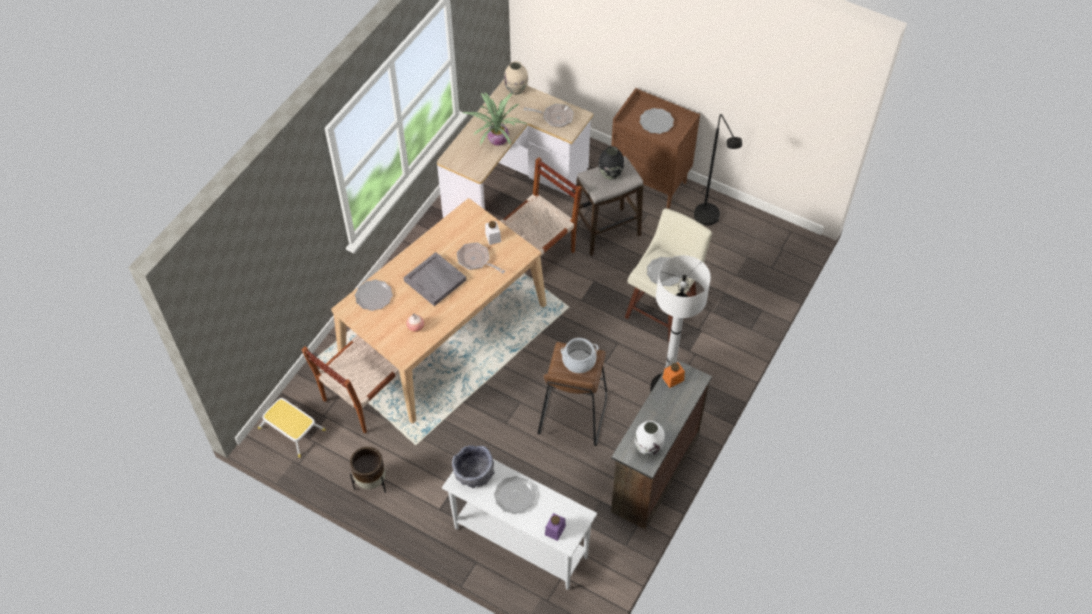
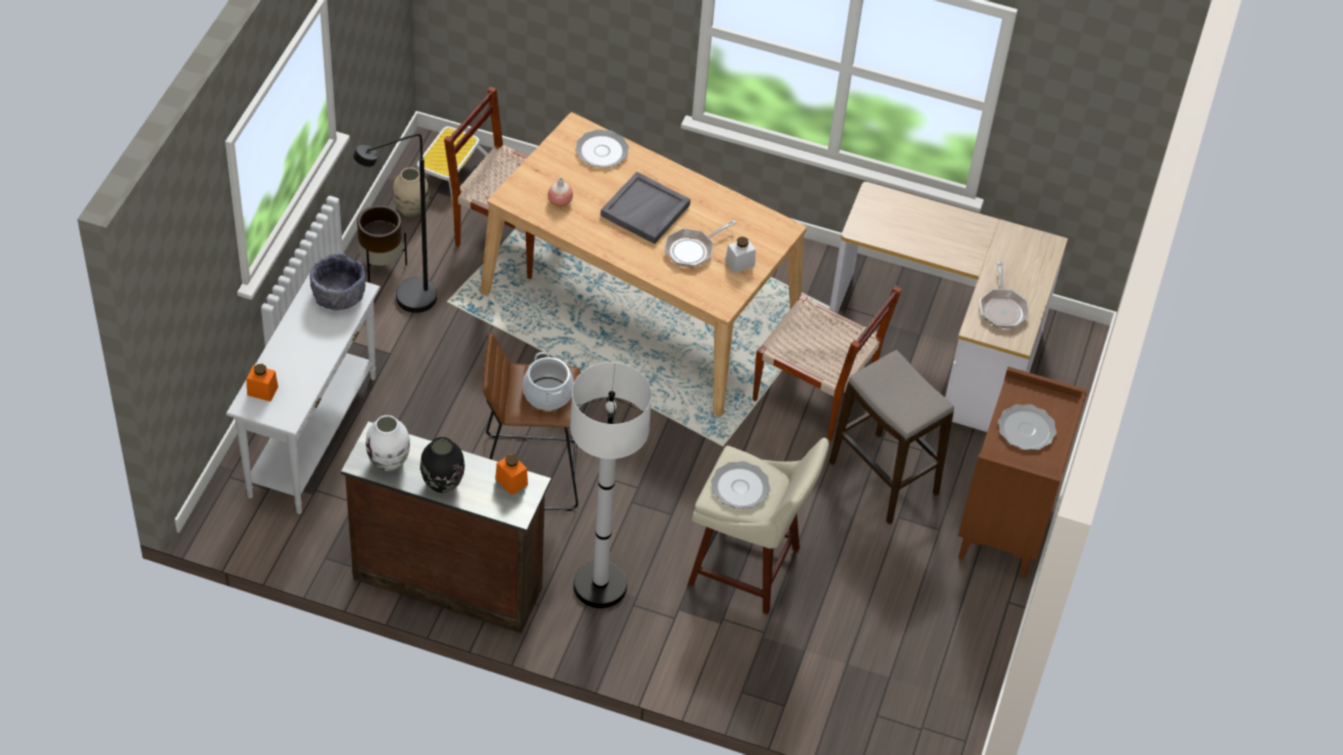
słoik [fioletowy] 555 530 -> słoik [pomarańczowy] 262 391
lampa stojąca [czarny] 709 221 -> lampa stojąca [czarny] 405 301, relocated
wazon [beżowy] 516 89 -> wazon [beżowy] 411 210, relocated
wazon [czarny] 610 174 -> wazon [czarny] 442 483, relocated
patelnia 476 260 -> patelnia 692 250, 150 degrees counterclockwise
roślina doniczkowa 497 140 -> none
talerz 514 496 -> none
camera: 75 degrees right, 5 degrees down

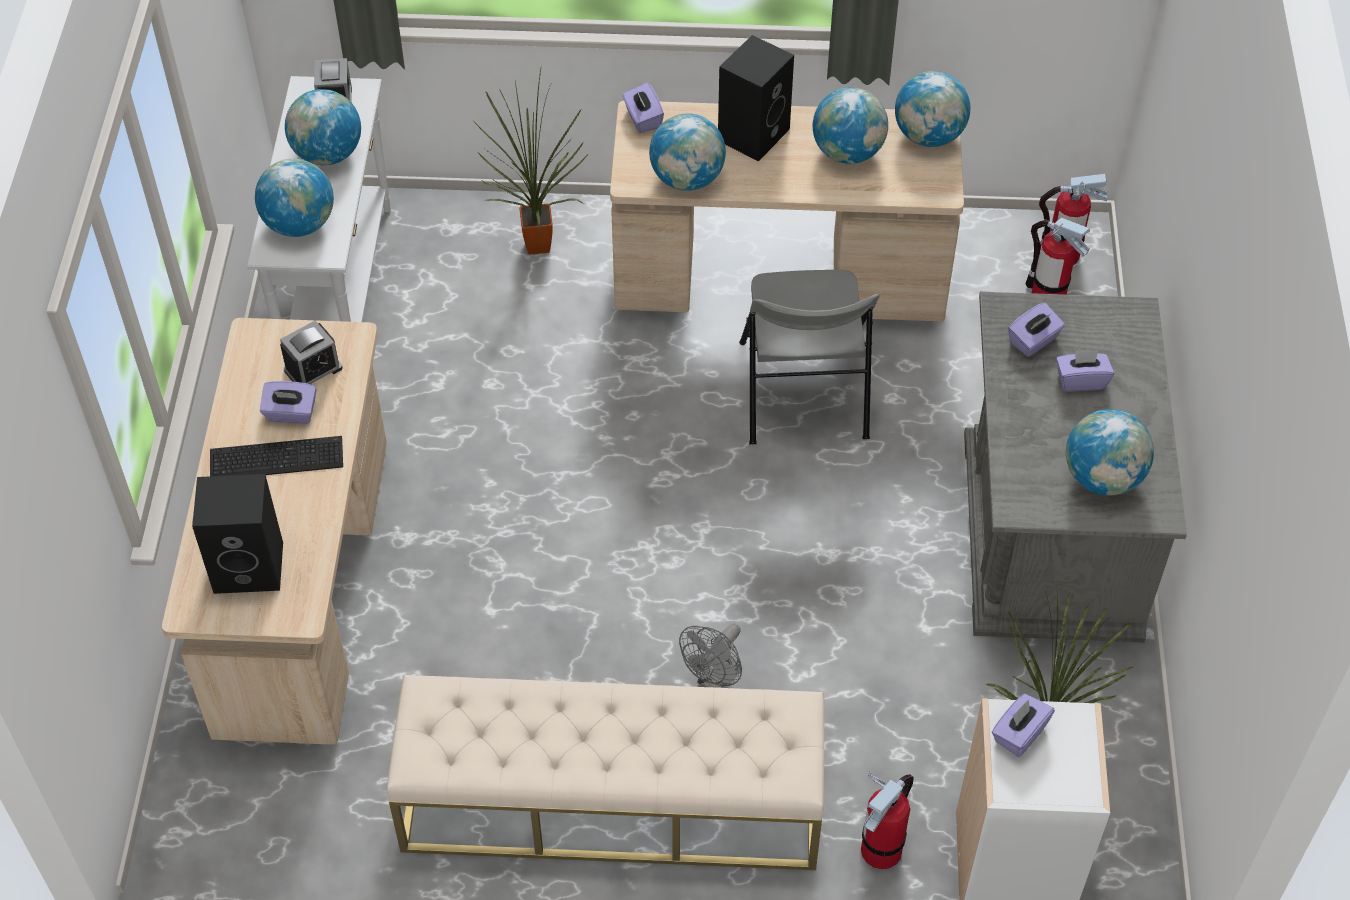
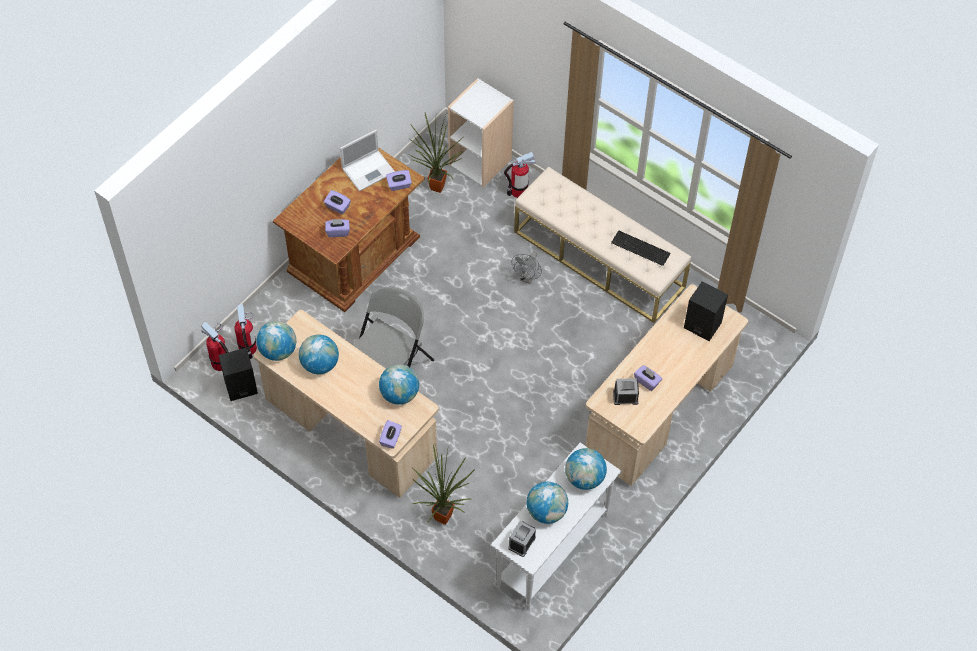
głośnik [czarny] 753 133 -> głośnik [czarny] 240 388, relocated
szafka [szary] 1048 534 -> szafka [brązowy] 354 254
globus 1102 478 -> laptop 369 170
pudełko chusteczek [fioletowy] 1019 734 -> pudełko chusteczek [fioletowy] 399 185, relocated
wentylator [szary] 715 680 -> wentylator [szary] 527 278, 135 degrees clockwise
klawiatura 275 456 -> klawiatura 640 249, relocated
camera: 145 degrees left, 5 degrees up

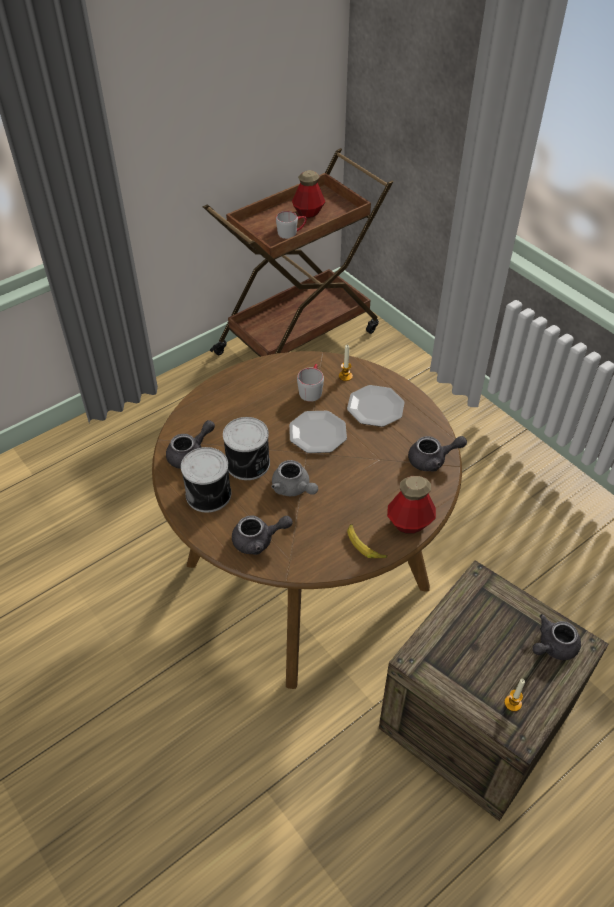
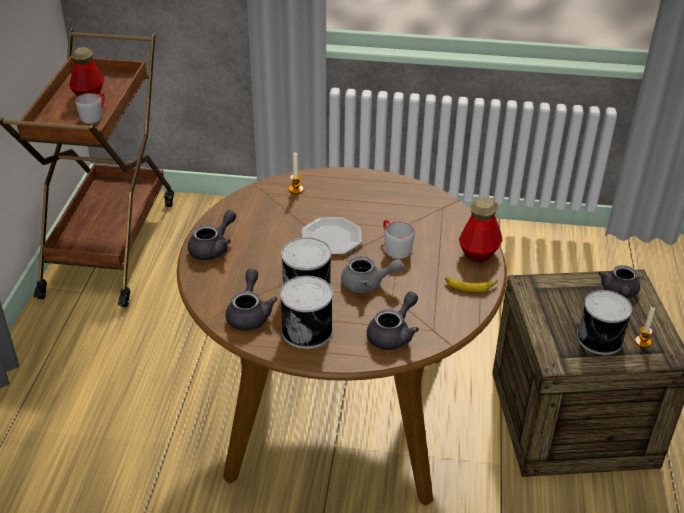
imbryk [szary] 432 460 -> imbryk [szary] 213 248, relocated
kubek [szary] 311 389 -> kubek [szary] 394 247, relocated
none -> puszka 601 339
talerz 376 407 -> none
camera: 45 degrees left, 10 degrees down

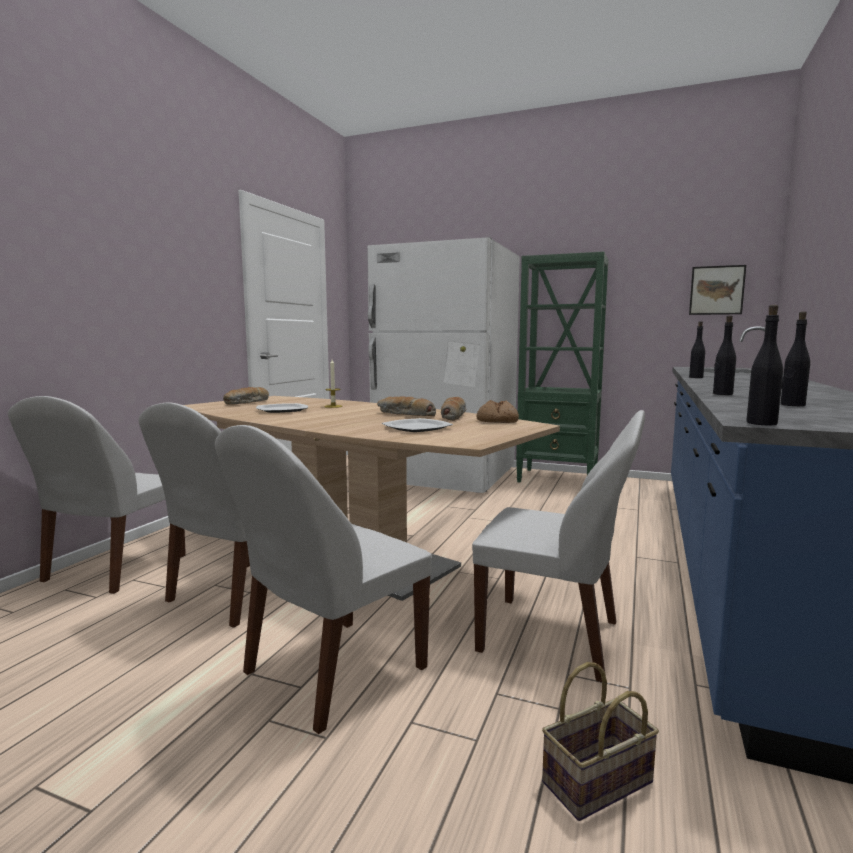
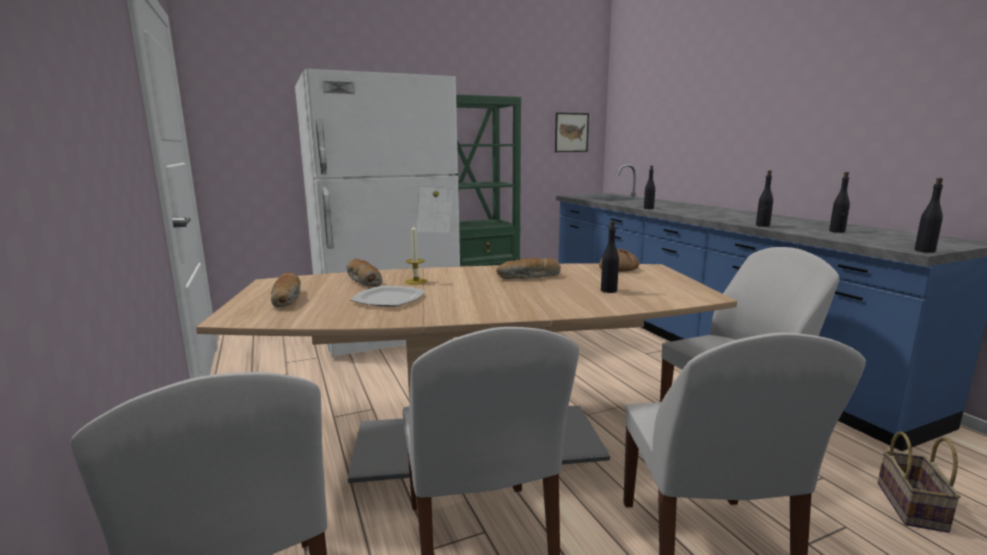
chleb 453 416 -> chleb 362 280, relocated
talerz 416 428 -> butelka [czarny] 608 290
camera: 45 degrees left, 5 degrees up

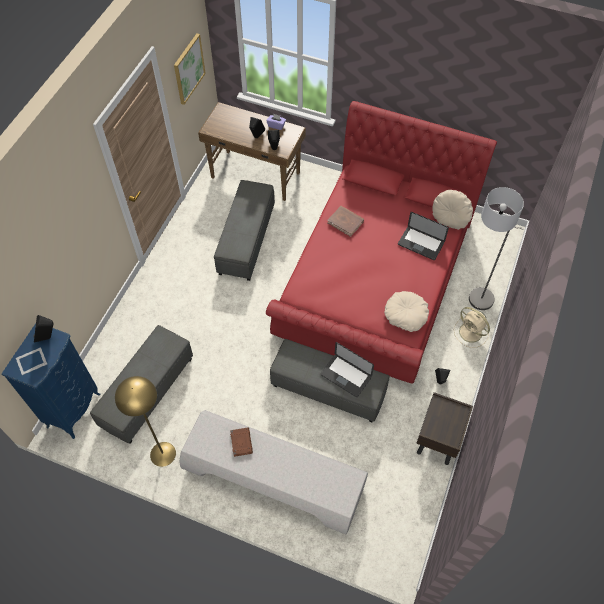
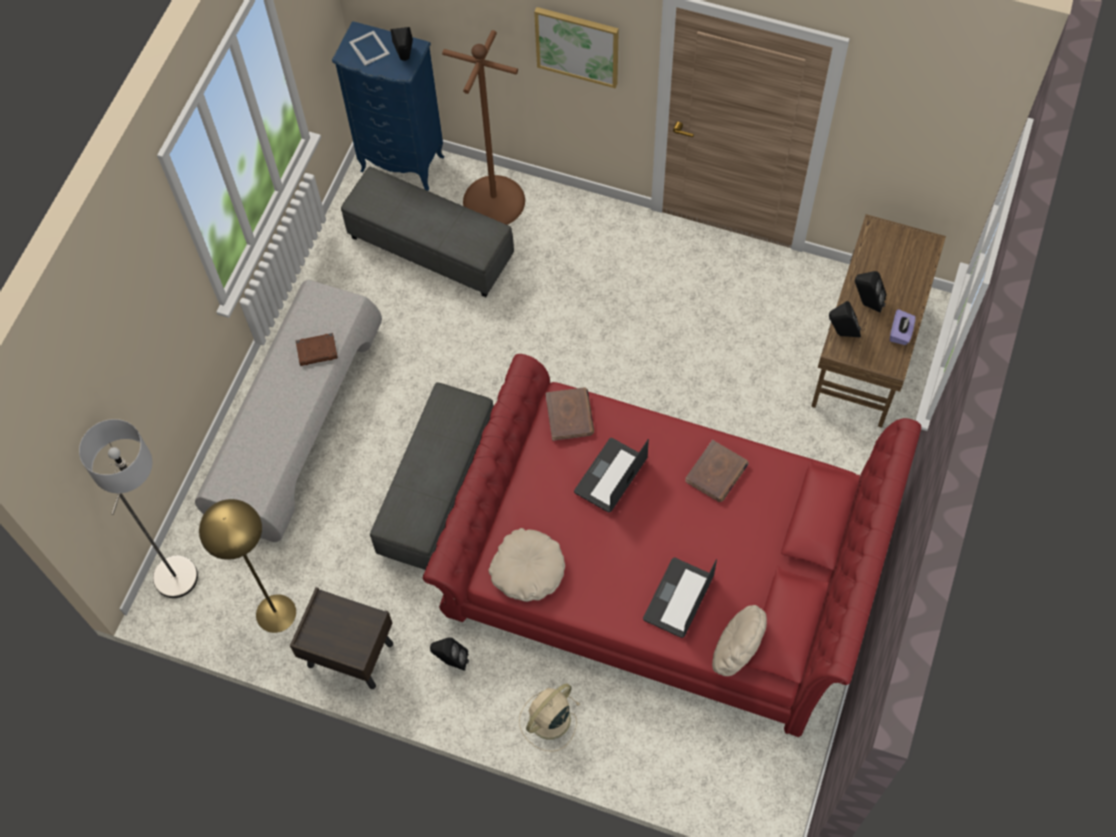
lampa stojąca [szary] 473 298 -> lampa stojąca [szary] 180 565, relocated
lampa stojąca [żółty] 162 454 -> lampa stojąca [żółty] 275 613, relocated
none -> wieszak [brązowy] 494 201
obraz 188 69 -> obraz 577 46, relocated
none -> książka [brązowy] 570 415
laptop 345 376 -> laptop 610 476, relocated
pufa [szary] 247 240 -> none
camera: 90 degrees right, 5 degrees up

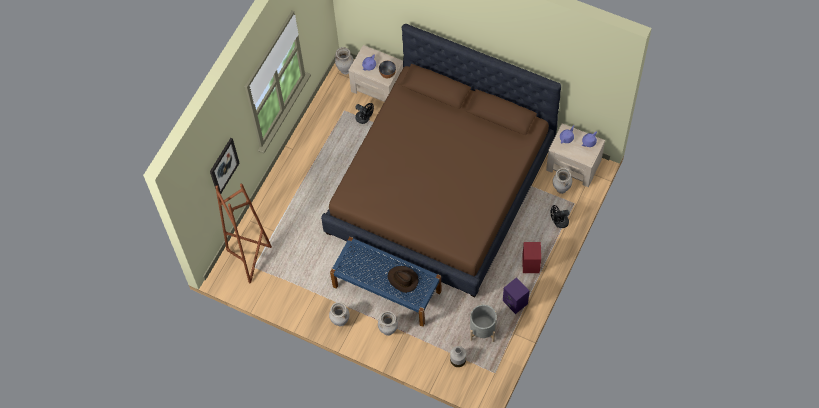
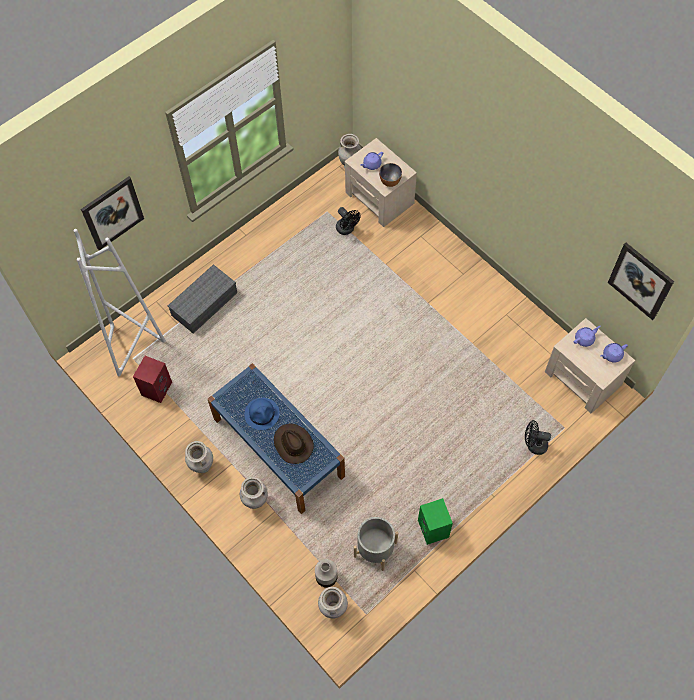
wieszak [brązowy] 249 259 -> wieszak [biały] 132 347
głośnik [czerwony] 530 264 -> głośnik [czerwony] 156 388, relocated
none -> pojemnik do przechowywania [szary] 204 303
none -> kapelusz [niebieski] 262 414
wazon [beżowy] 561 189 -> wazon [beżowy] 333 609, relocated
głośnik [fioletowy] 516 302 -> głośnik [zielony] 434 529
none -> obraz 640 281
łóżko [brązowy] 441 187 -> none
camera: 20 degrees right, 0 degrees up

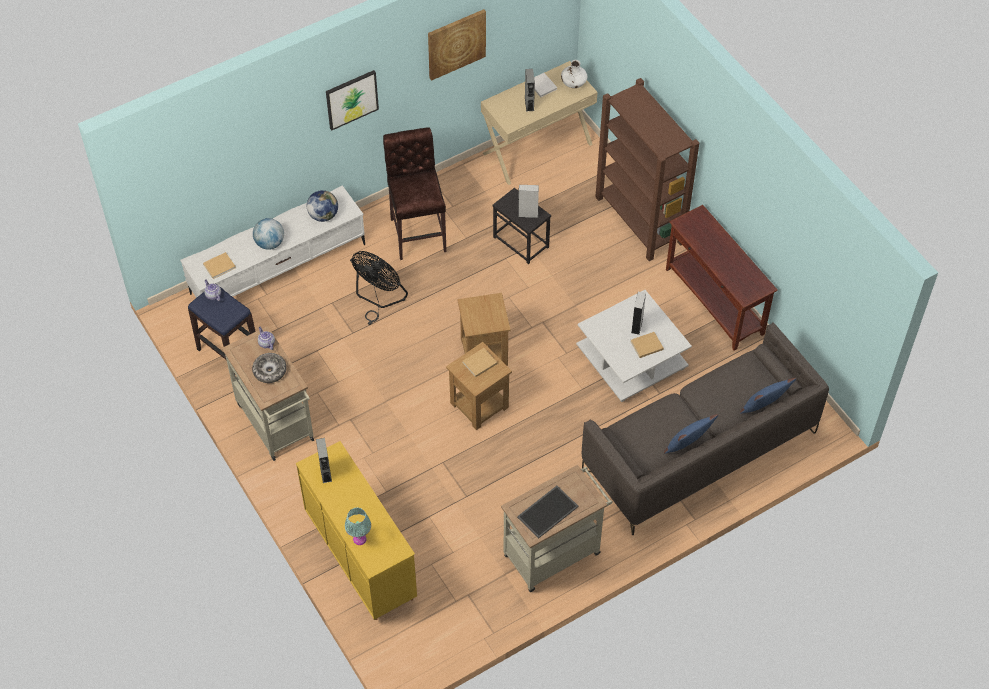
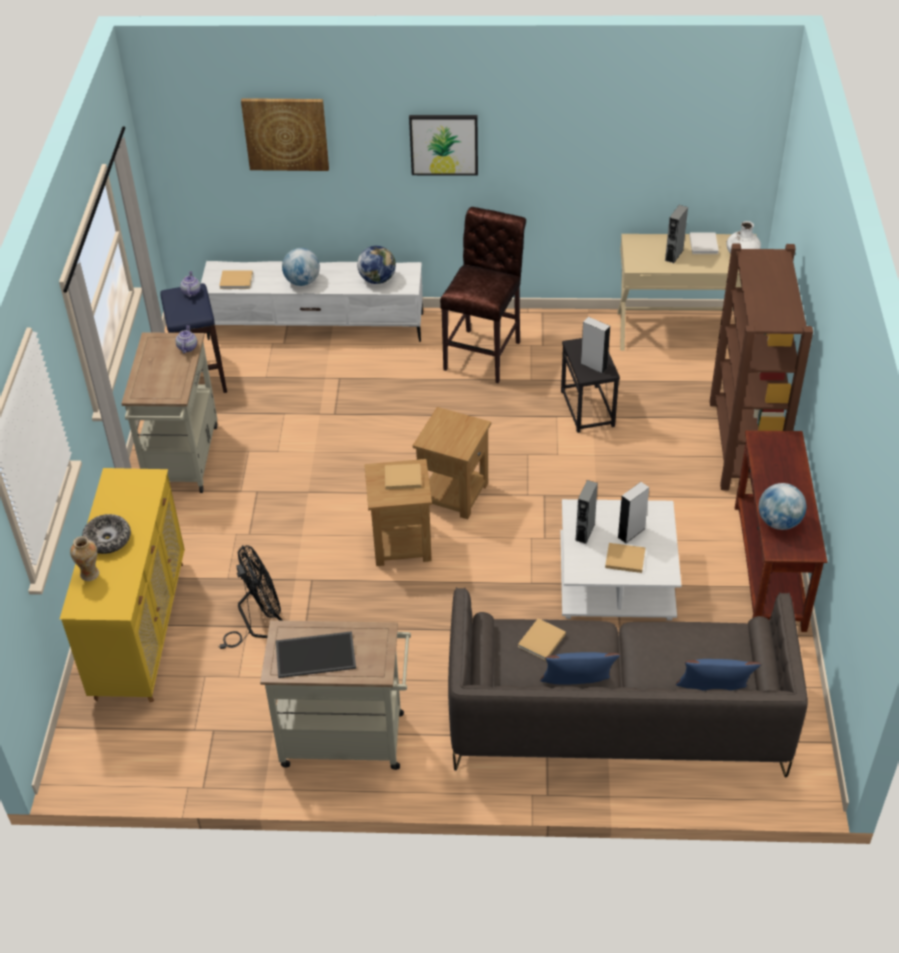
lampa stołowa [turkusowy] 360 539 -> wazon 90 574
miska 269 371 -> miska 107 539, relocated
wentylator [czarny] 376 297 -> wentylator [czarny] 257 619, relocated
obraz 456 43 -> obraz 286 133, relocated
none -> książka [beżowy] 541 641
głośnik [szary] 325 472 -> głośnik [szary] 585 532, relocated
none -> globus 779 522
camera: 35 degrees right, 10 degrees down

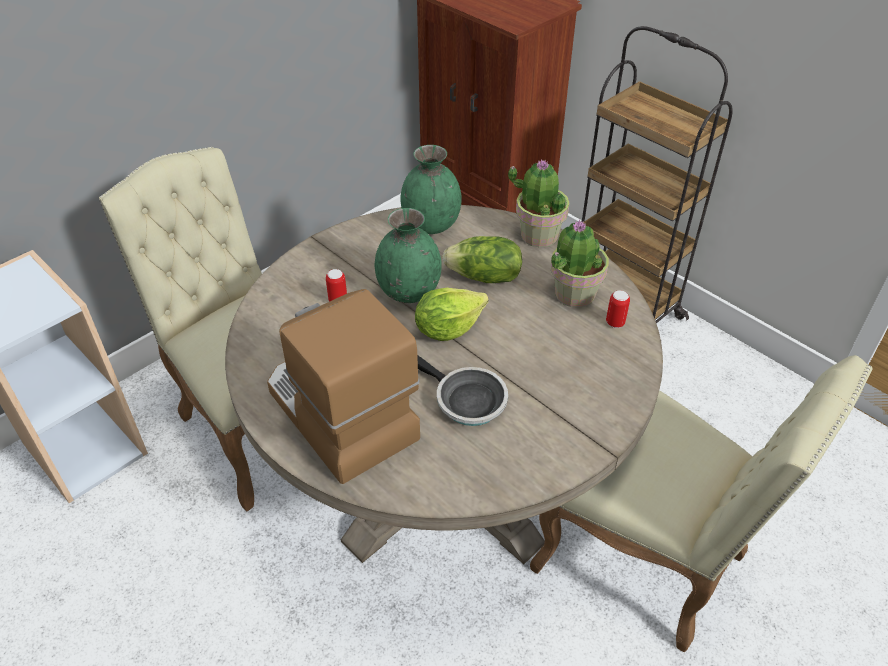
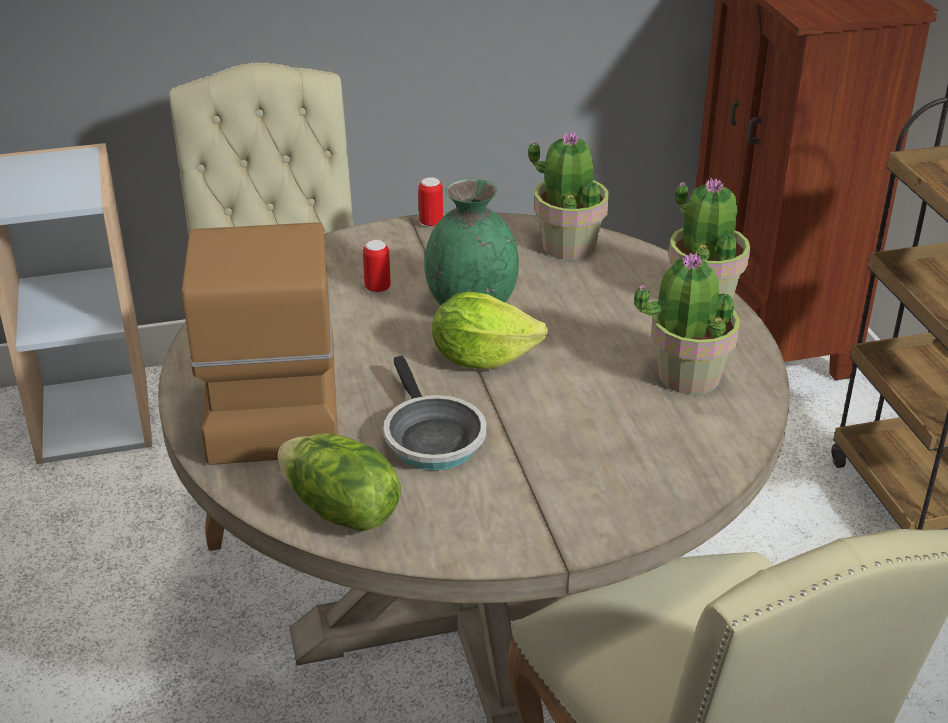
sałata 484 277 -> sałata 340 511, relocated
puszka 615 322 -> puszka 431 223, relocated
wazon [zielony] 431 225 -> roślina doniczkowa 568 246
camera: 30 degrees right, 10 degrees down

